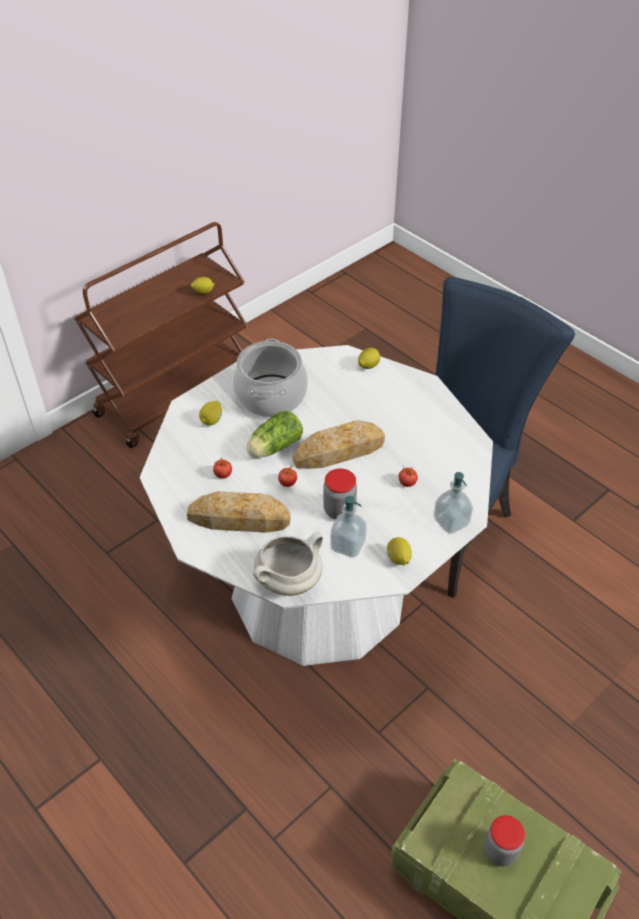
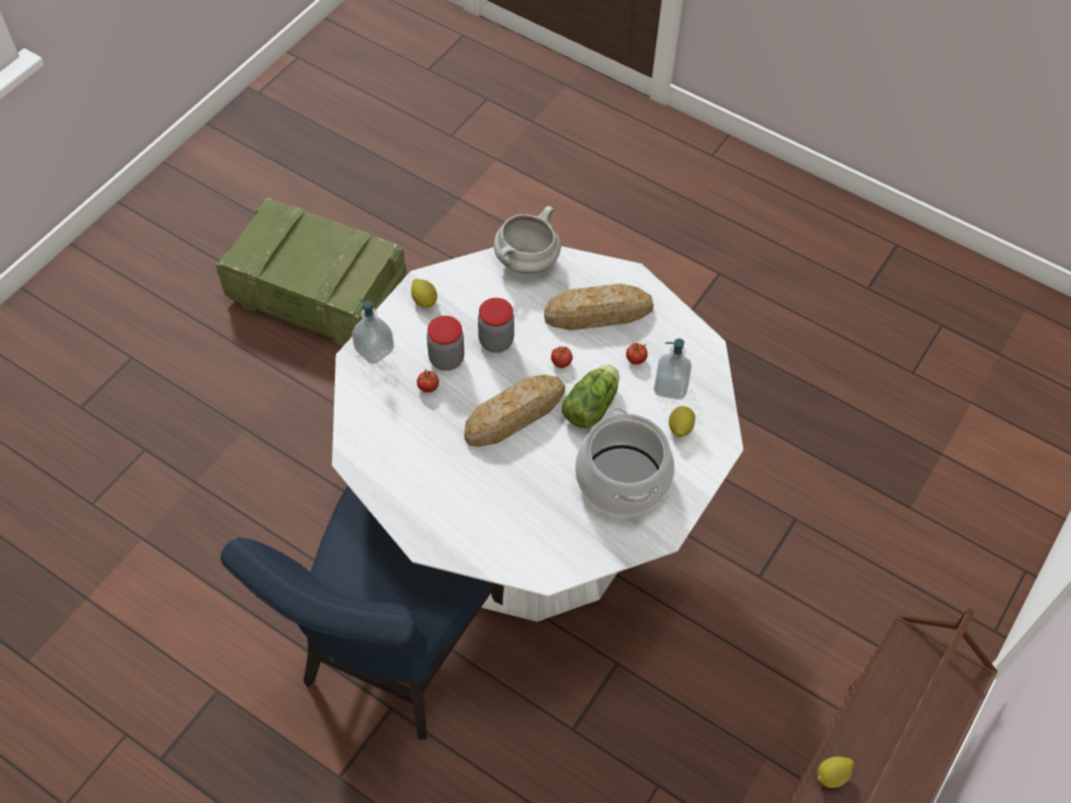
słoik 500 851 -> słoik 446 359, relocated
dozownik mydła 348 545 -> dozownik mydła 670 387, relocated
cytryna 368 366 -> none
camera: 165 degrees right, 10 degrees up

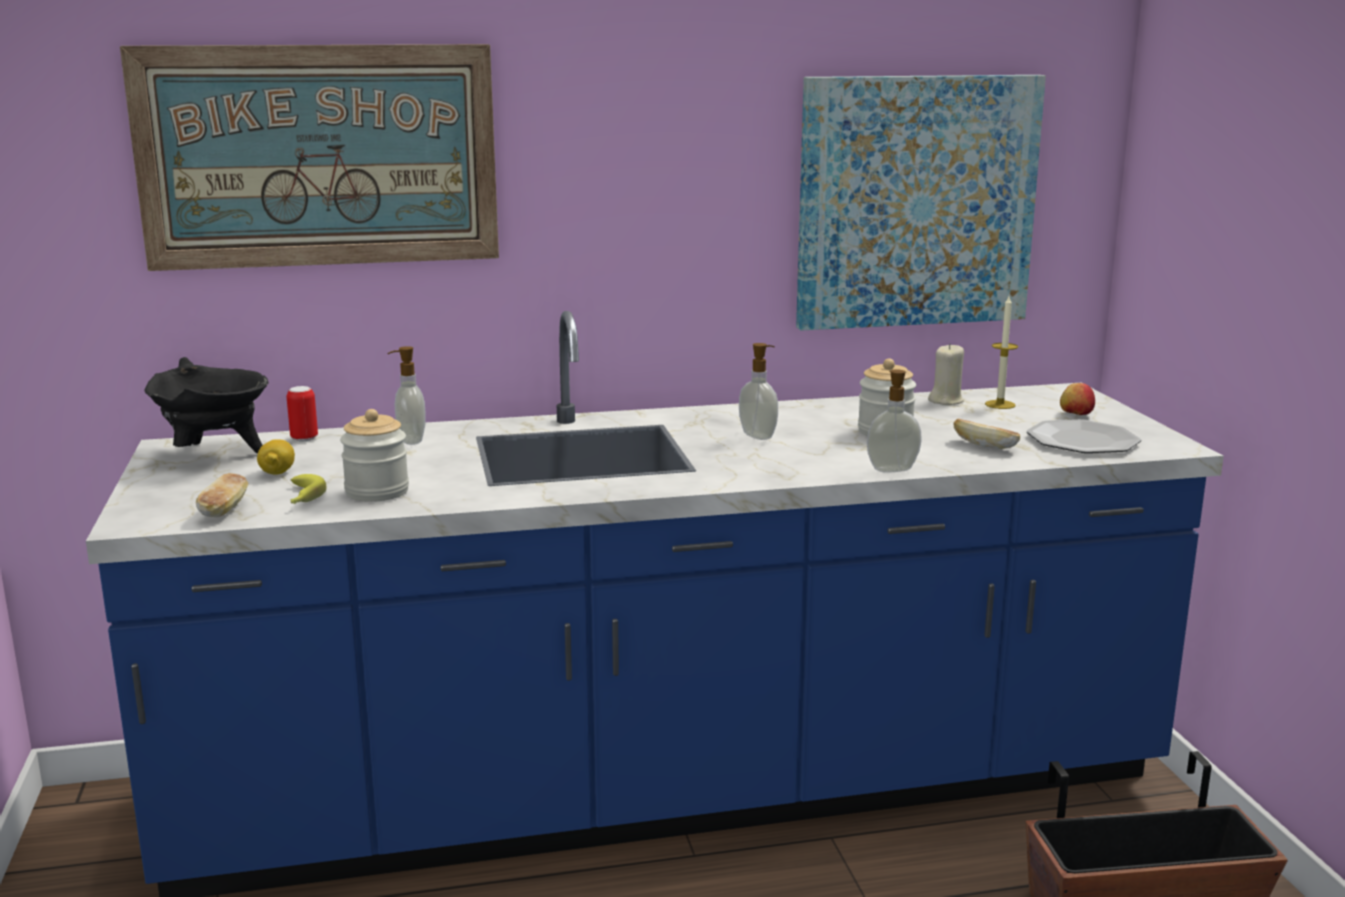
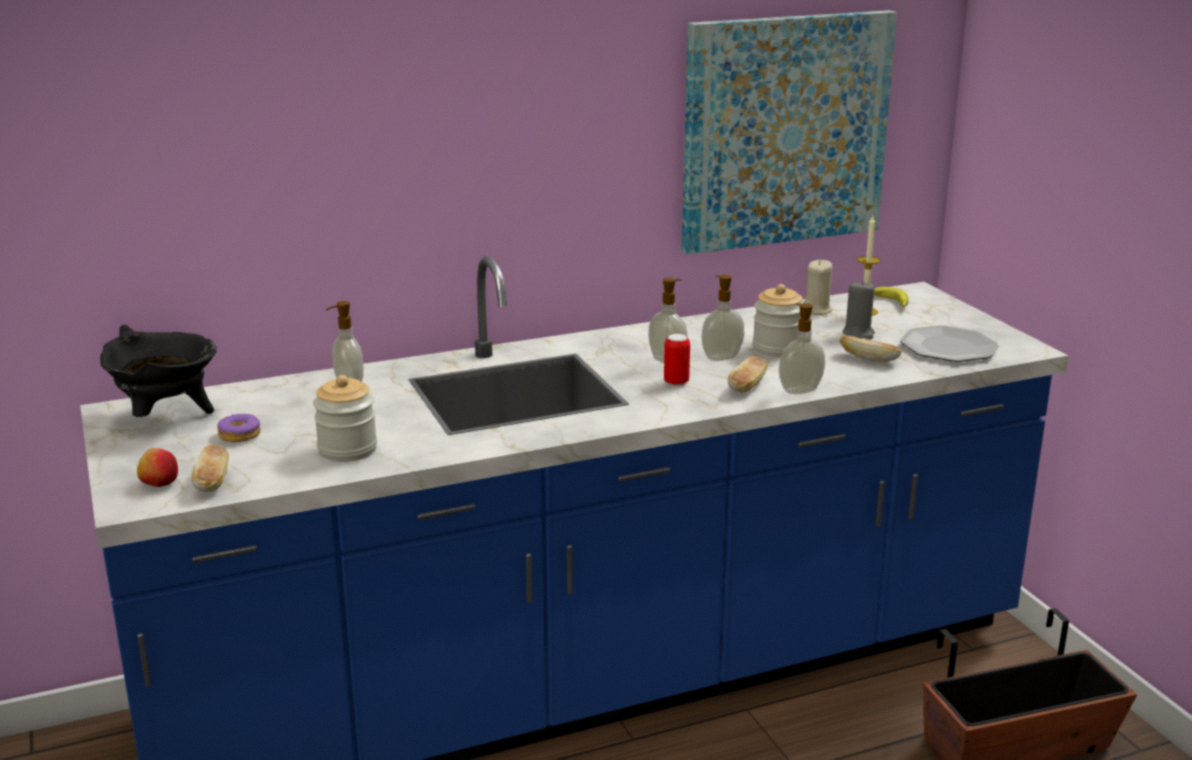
jabłko 1076 414 -> jabłko 159 483, relocated
cytryna 277 473 -> donut 240 435
puszka 304 438 -> puszka 676 382, relocated
none -> dozownik mydła 721 357
none -> chleb 747 387
none -> świeca [szary] 858 333
banan 302 498 -> banan 892 303, relocated
obraz 319 156 -> none
camera: 10 degrees left, 5 degrees up

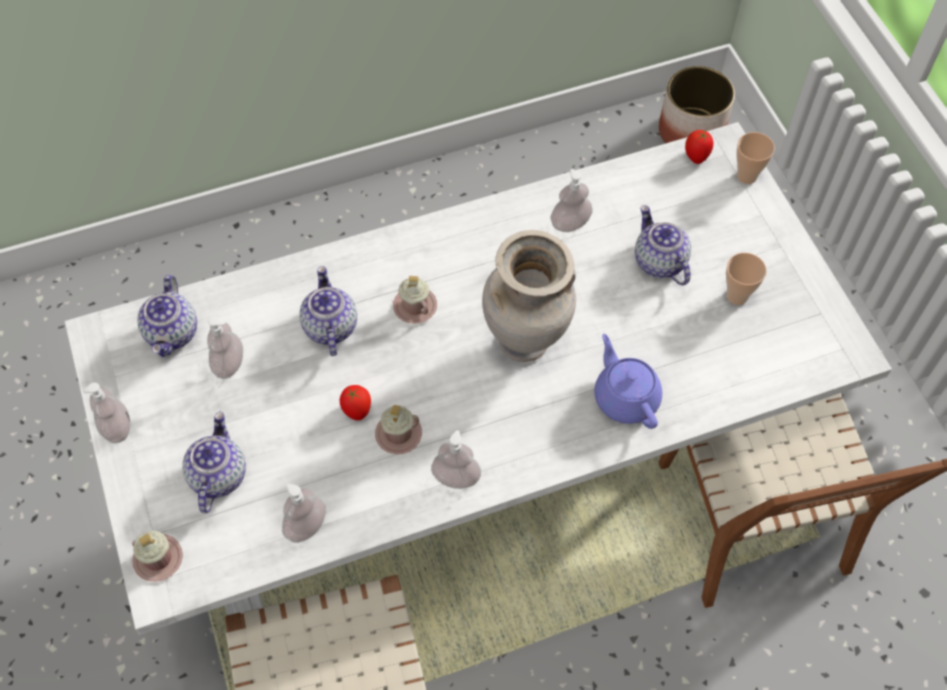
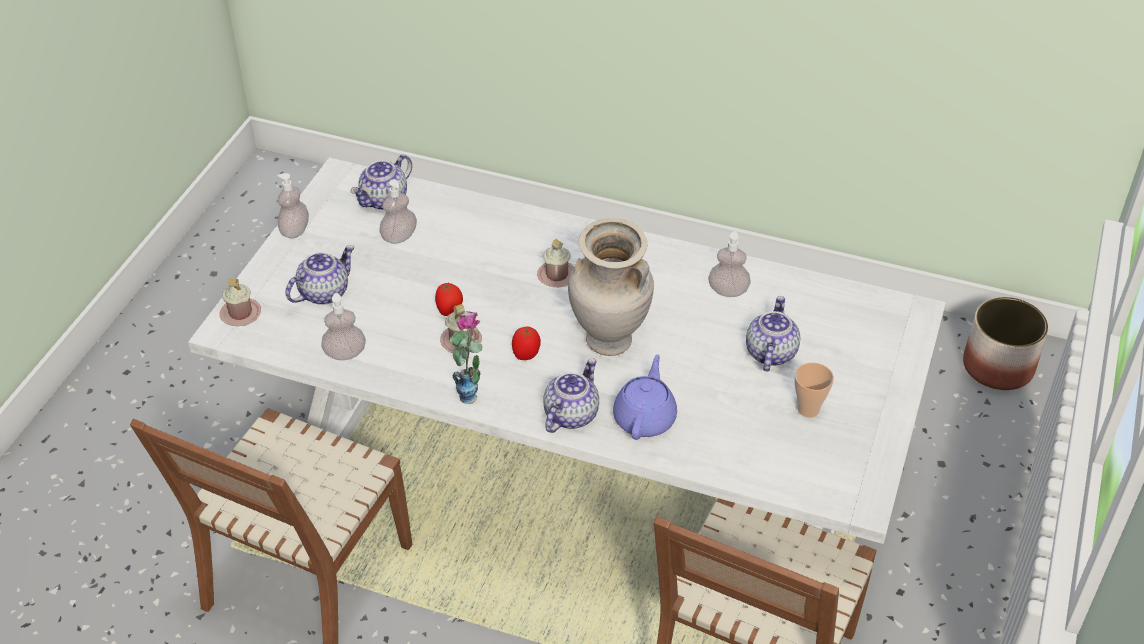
dozownik mydła 456 477 -> wazon 470 389
pomidor 696 156 -> pomidor 526 354, relocated
imbryk 329 326 -> imbryk 570 414, relocated
filiżanka 746 176 -> none
camera: 40 degrees right, 15 degrees down

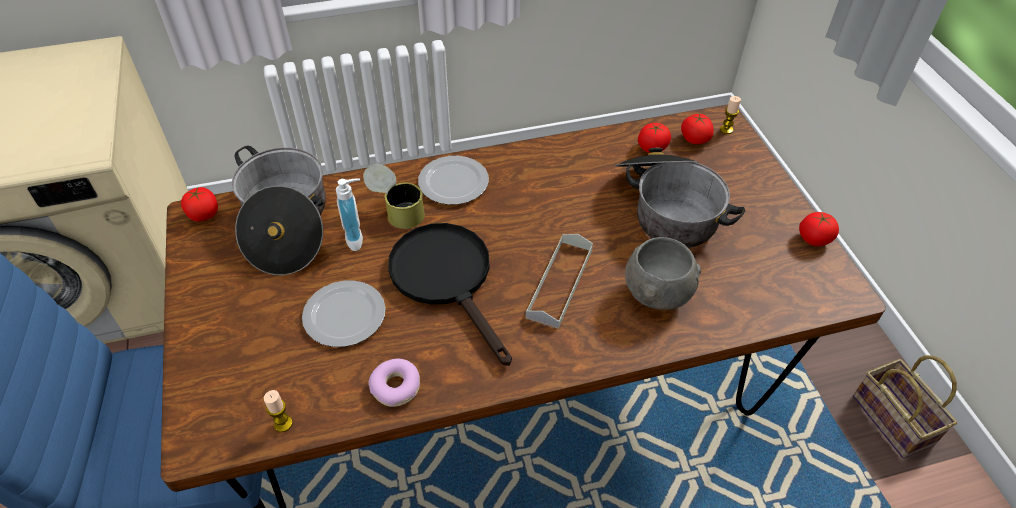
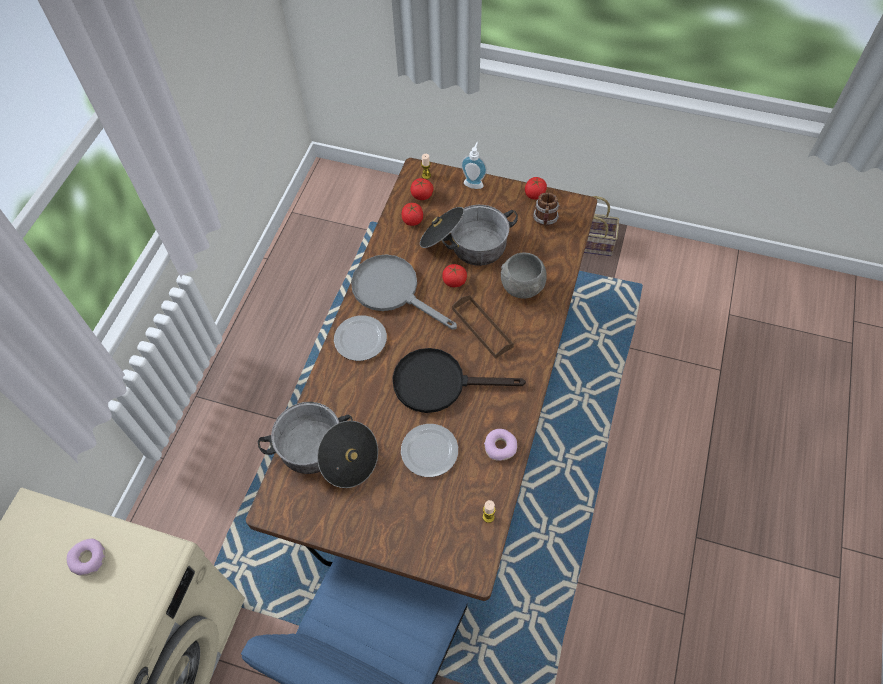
none -> donut 89 559
none -> patelnia [szary] 393 291
pomidor 204 215 -> pomidor 454 281, relocated
taca [szary] 560 283 -> taca [brązowy] 482 328
dozownik mydła 358 238 -> dozownik mydła 474 183, relocated
none -> kubek 545 220
puszka 397 210 -> none
camera: 55 degrees left, 10 degrees up

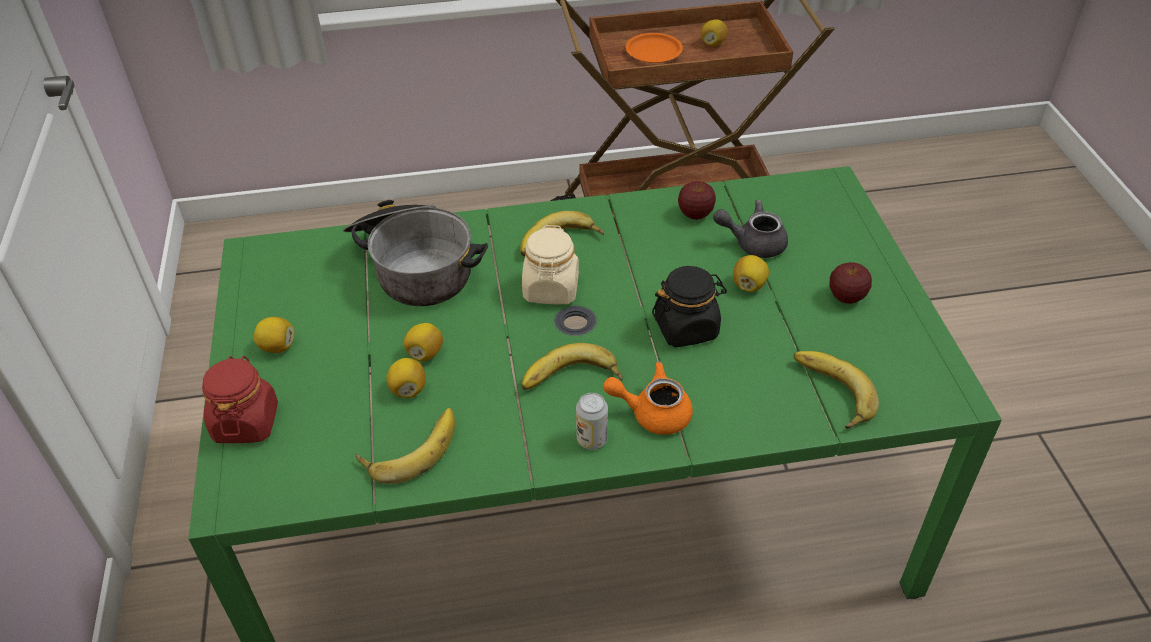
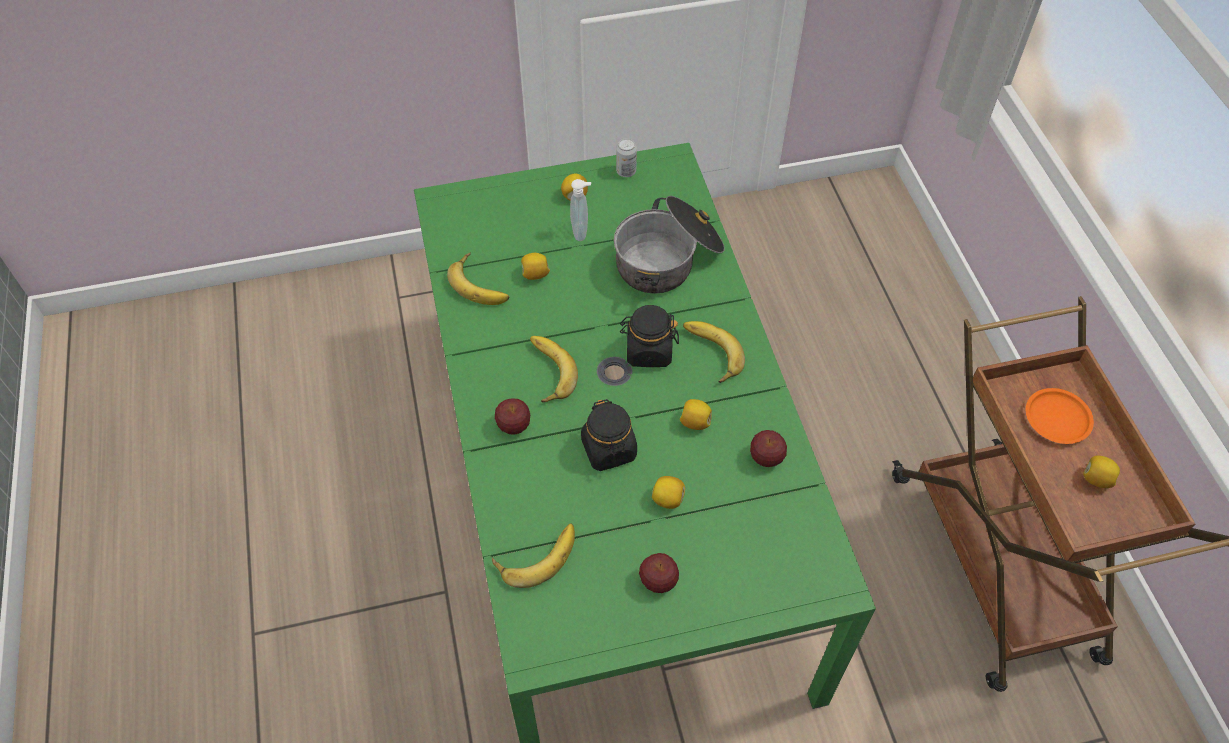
imbryk [pomarańczowy] 652 413 -> jabłko 513 426
none -> dozownik mydła 581 232
puszka 592 439 -> puszka 626 171, relocated
słoik [beżowy] 551 289 -> słoik [czarny] 648 351
cytryna 425 353 -> cytryna 695 422, relocated
słoik [czerwony] 246 422 -> none
imbryk [szary] 753 243 -> none
camera: 85 degrees right, 10 degrees up

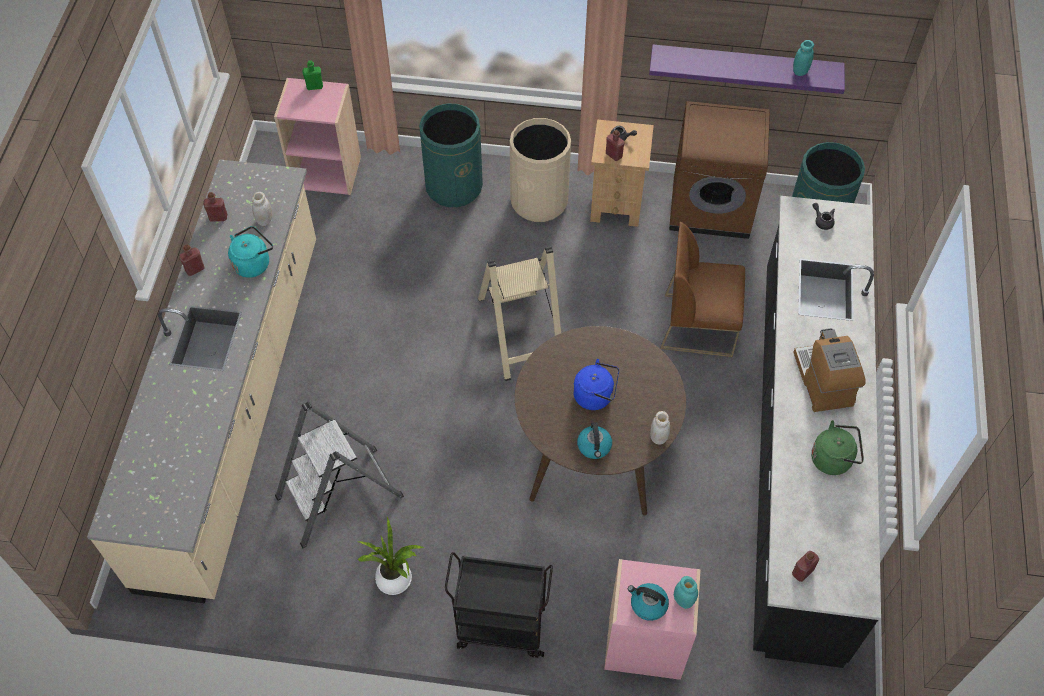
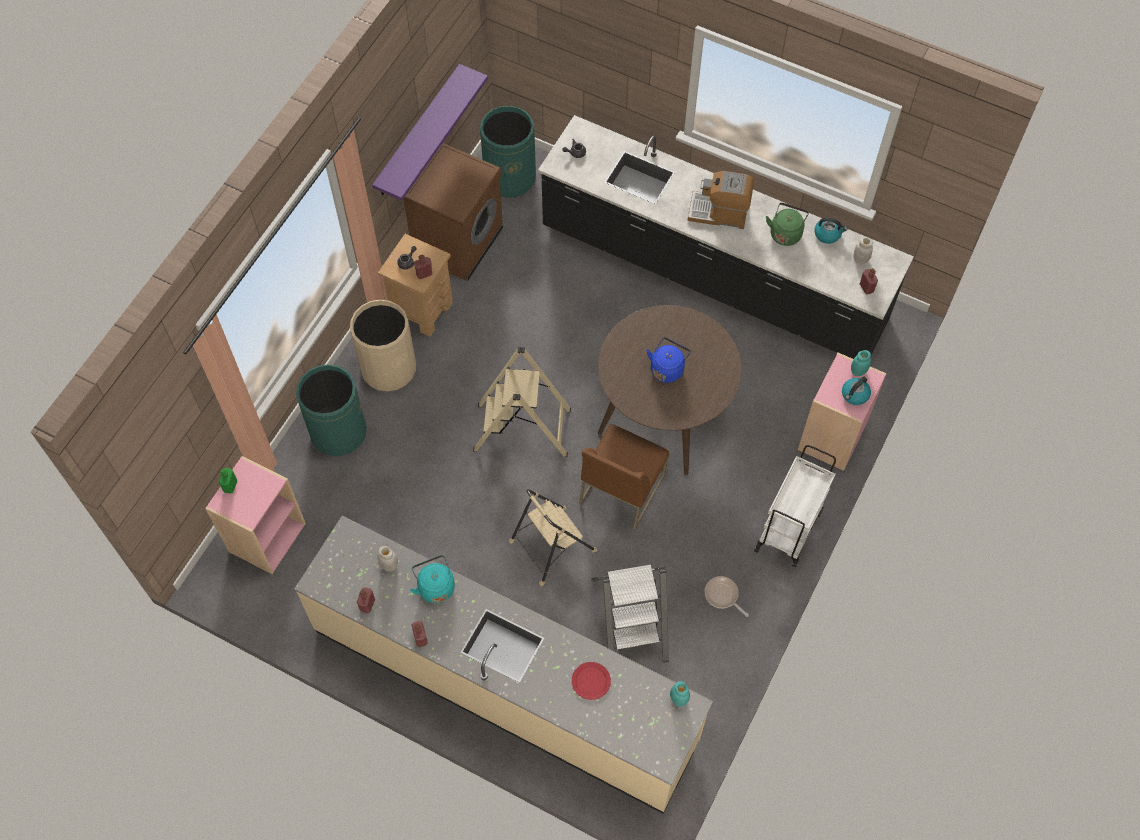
none -> drabinka [beżowy] 550 546
none -> talerz [czerwony] 591 681
krzesło [brązowy] 699 324 -> krzesło [brązowy] 622 488, relocated
słoik [turkusowy] 800 71 -> słoik [turkusowy] 678 699, relocated
roślina doniczkowa 396 580 -> patelnia 722 595
wózek [czarny] 500 628 -> wózek [biały] 788 531
czajnik 594 447 -> czajnik 828 234, relocated
słoik [biały] 658 437 -> słoik [biały] 860 259, relocated
camera: 70 degrees left, 5 degrees up

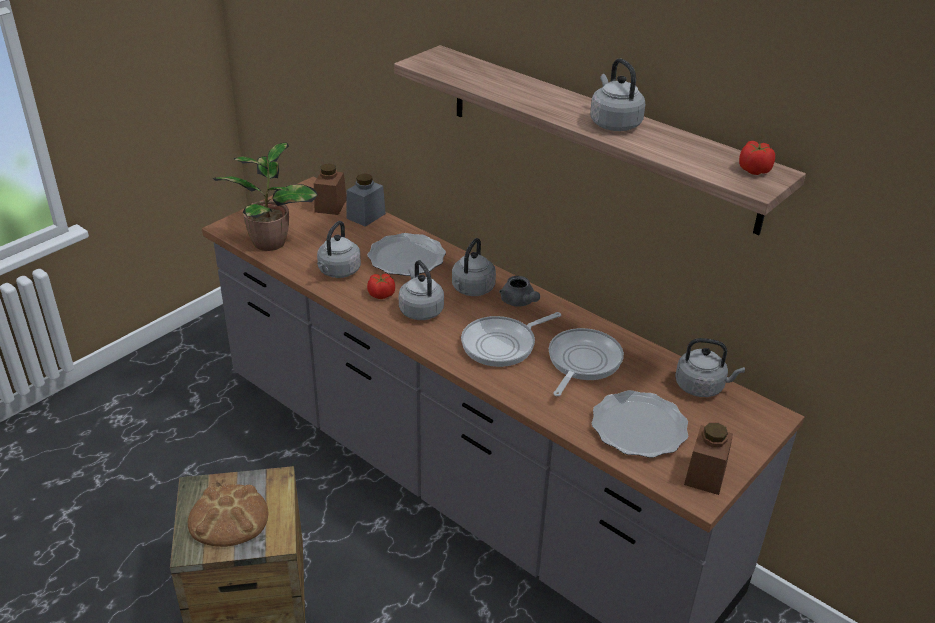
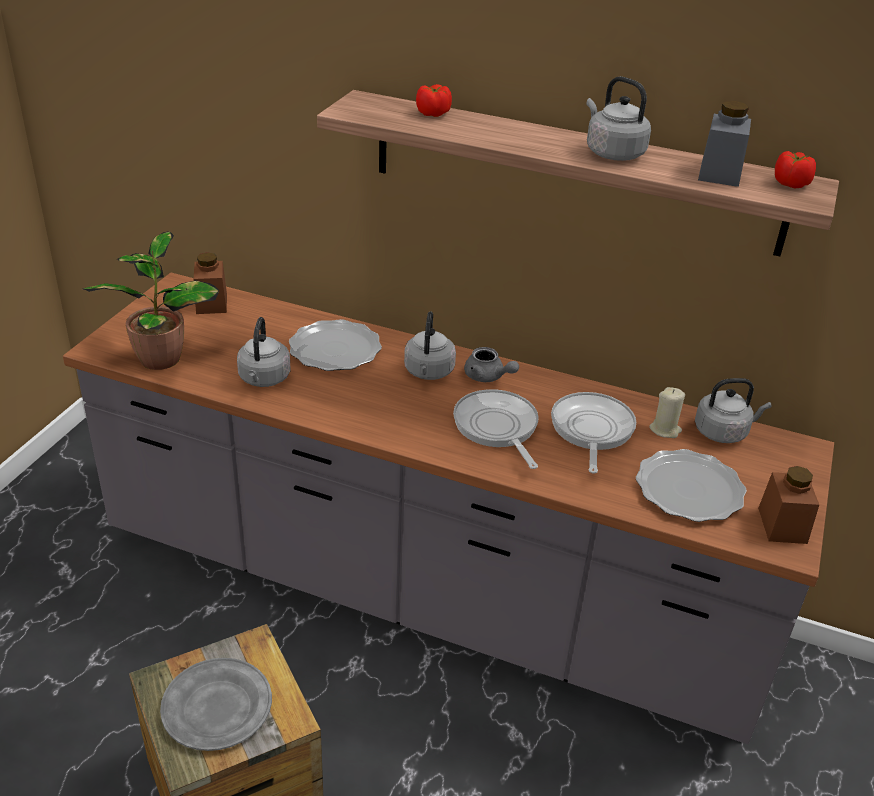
chleb 228 518 -> talerz [szary] 217 708
pomidor 381 295 -> pomidor 433 114, relocated
patelnia 502 344 -> patelnia 497 428, 120 degrees clockwise
none -> świeca [beżowy] 665 430
słoik [szary] 366 216 -> słoik [szary] 719 173, relocated
czajnik [szary] 420 310 -> none
camera: 20 degrees left, 0 degrees up

